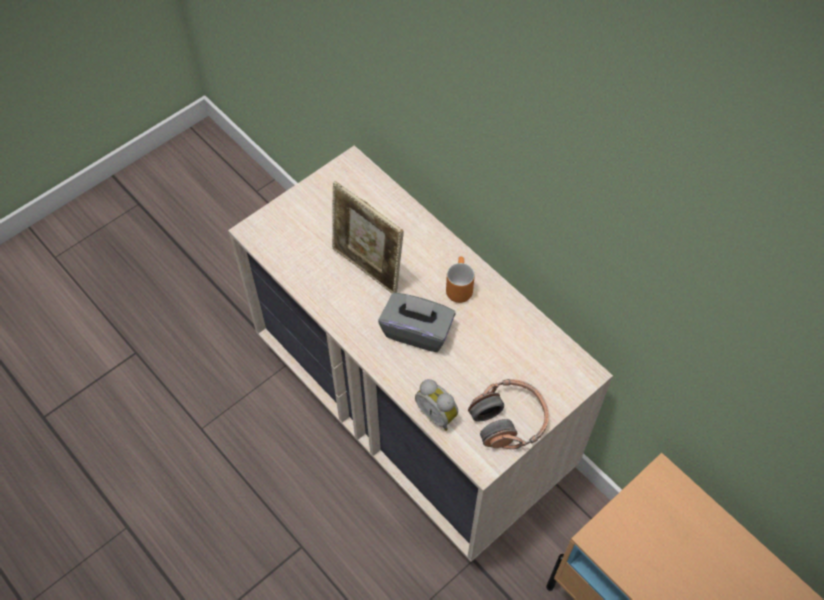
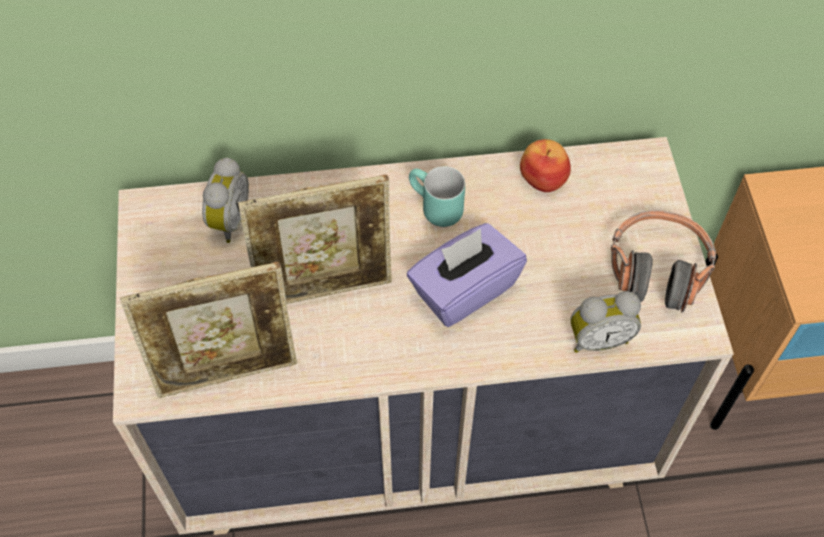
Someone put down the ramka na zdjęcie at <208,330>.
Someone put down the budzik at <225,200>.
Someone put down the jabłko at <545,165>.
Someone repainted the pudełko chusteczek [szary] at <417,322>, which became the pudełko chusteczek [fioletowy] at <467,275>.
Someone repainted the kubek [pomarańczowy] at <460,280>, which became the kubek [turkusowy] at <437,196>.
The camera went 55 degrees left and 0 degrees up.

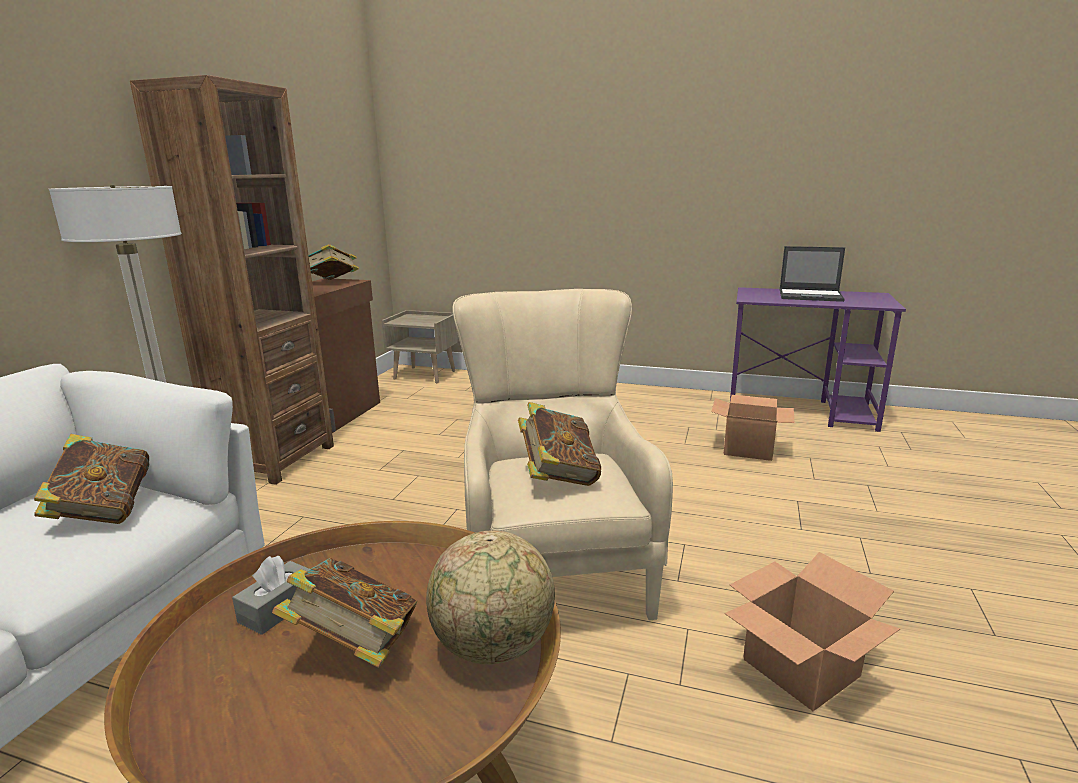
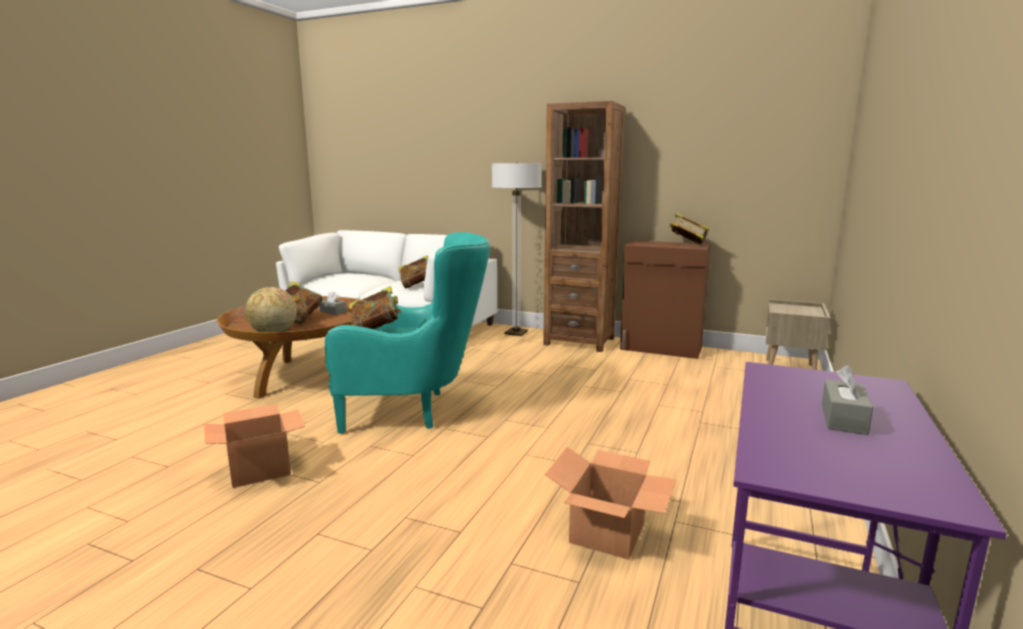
Someone swapped the laptop at <812,274> for the pudełko chusteczek [szary] at <847,400>.
Someone repainted the fotel [beżowy] at <563,454>, which became the fotel [turkusowy] at <407,333>.
The camera went 95 degrees right and 5 degrees down.

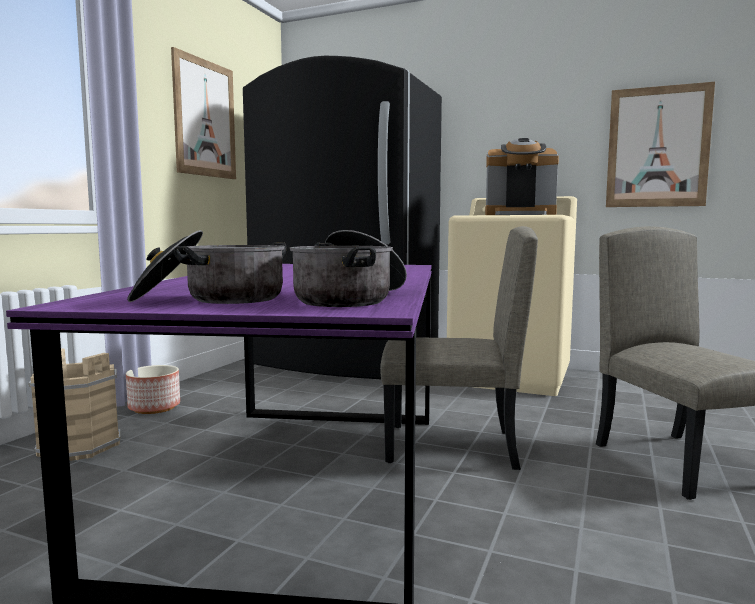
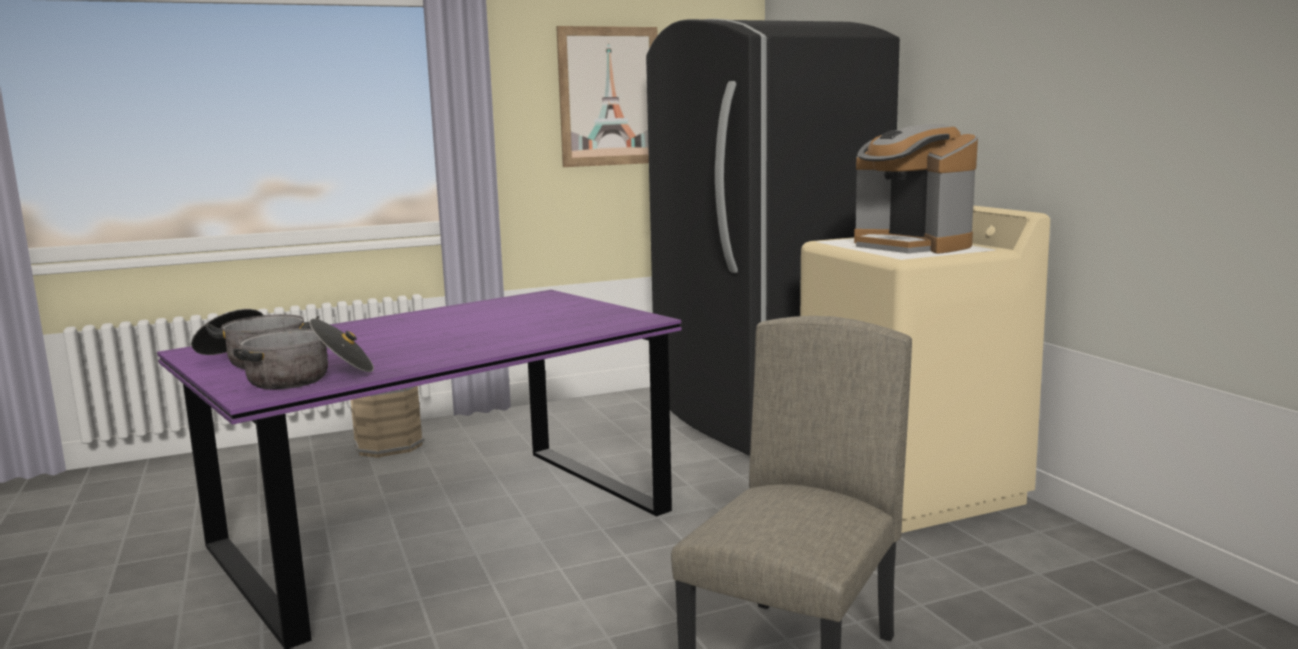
Someone took away the donica at <153,389>.
Someone took away the krzesło [beżowy] at <459,348>.
Someone took away the obraz at <660,144>.
The camera went 45 degrees right and 5 degrees up.

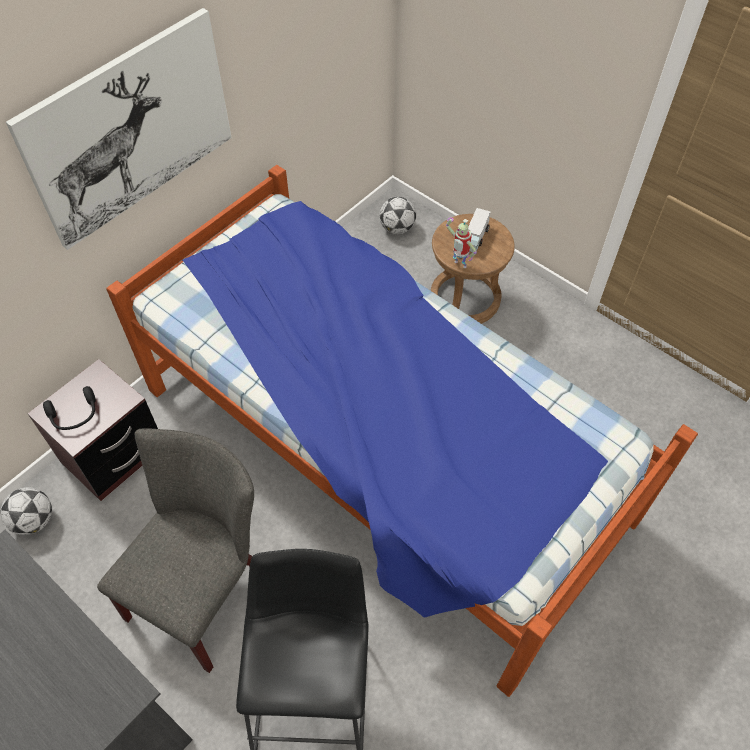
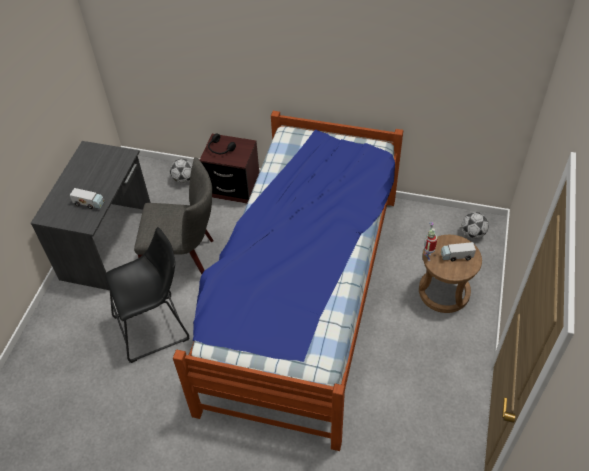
Someone took away the obraz at <119,129>.
Someone put down the ciężarówka zabawkowa at <87,198>.
The camera went 65 degrees right and 5 degrees down.

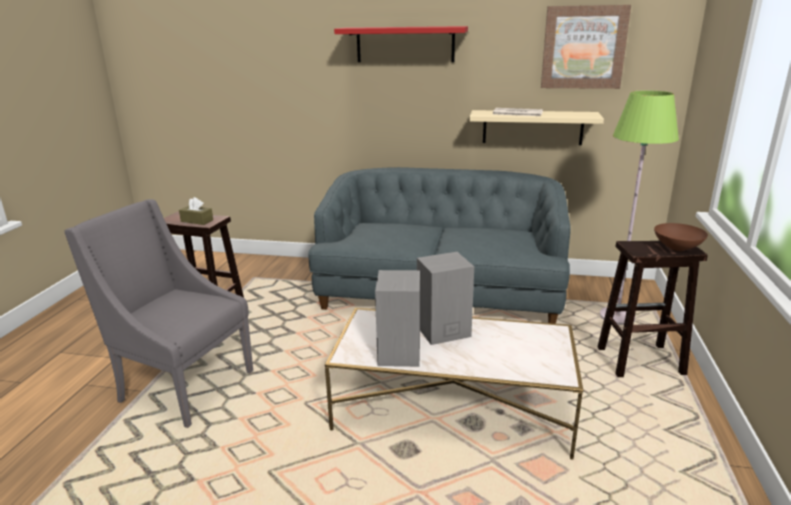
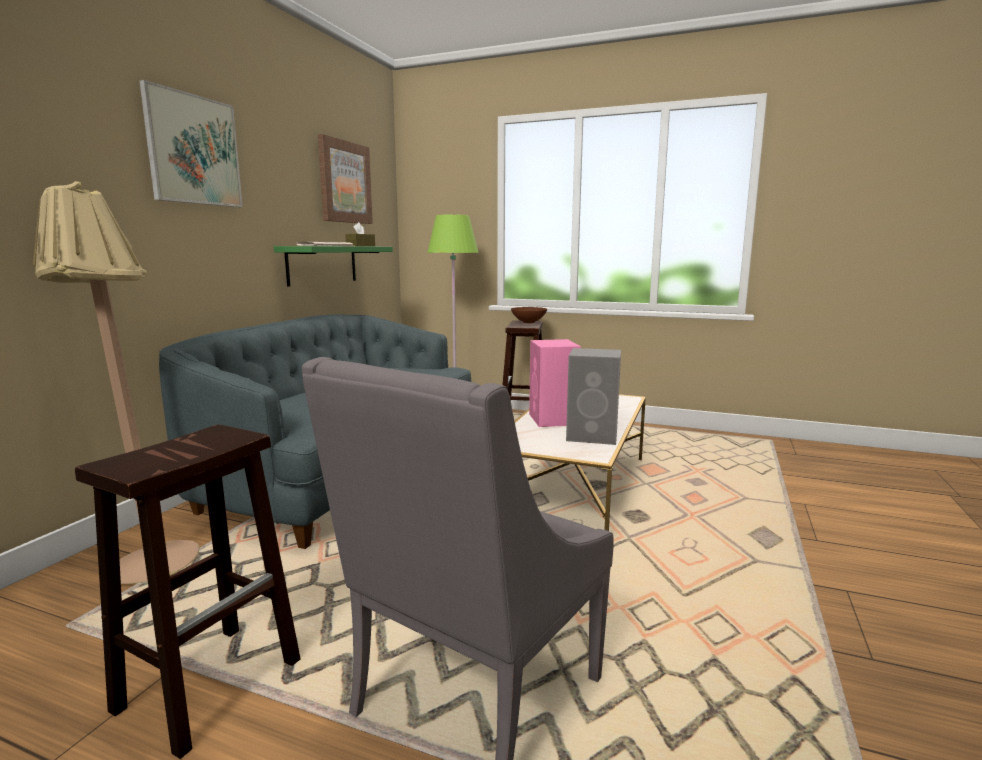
Someone put down the lampa stojąca [beżowy] at <116,382>.
Someone carried the pudełko chusteczek [brązowy] from <196,211> to <360,234>.
Someone swapped the półka [czerwony] at <401,44> for the obraz at <191,143>.
Someone repainted the głośnik [szary] at <445,298>, which became the głośnik [różowy] at <555,383>.
Someone repainted the półka [beżowy] at <536,127>, which became the półka [zielony] at <333,266>.
The camera went 80 degrees left and 10 degrees down.

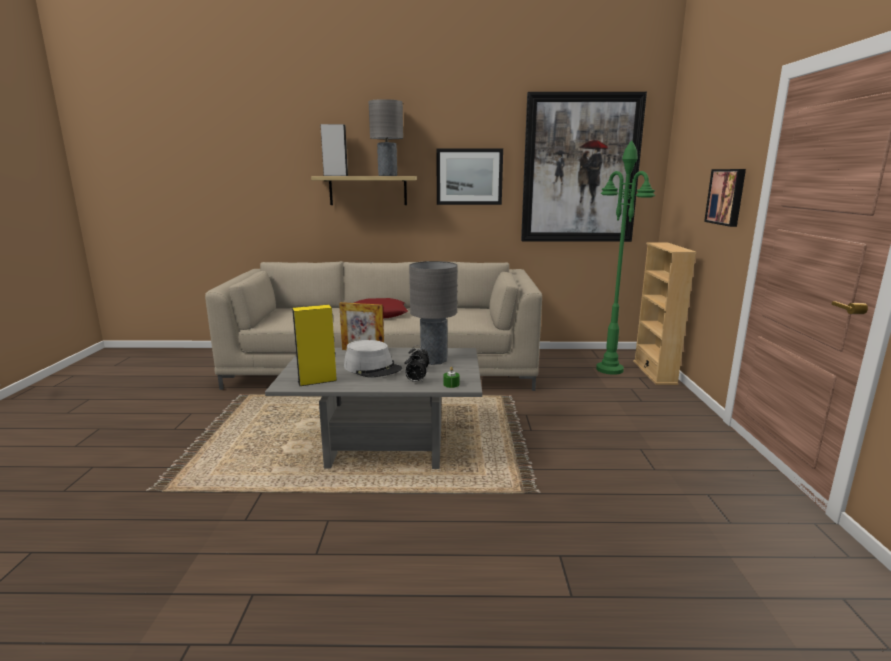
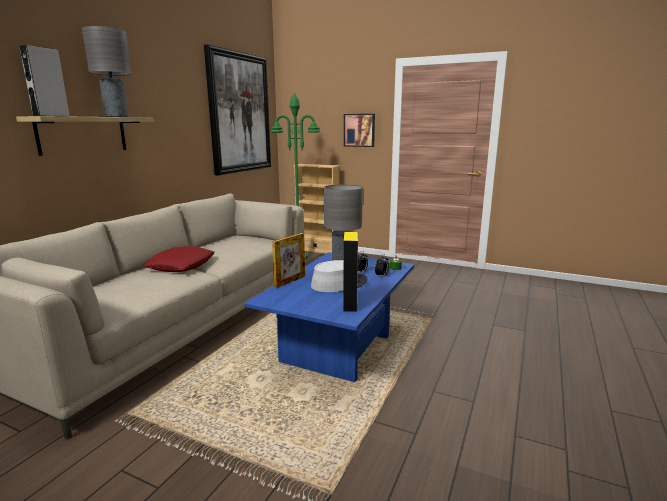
Someone took away the obraz at <469,177>.
Someone repainted the ława [szary] at <373,408>, which became the ława [niebieski] at <329,317>.
The camera went 65 degrees left and 0 degrees up.

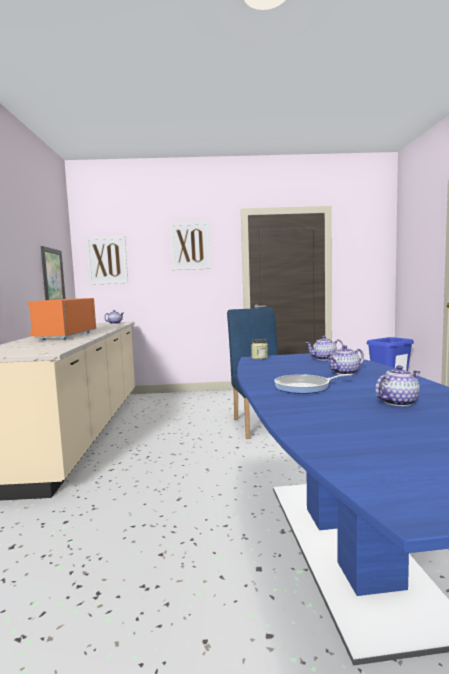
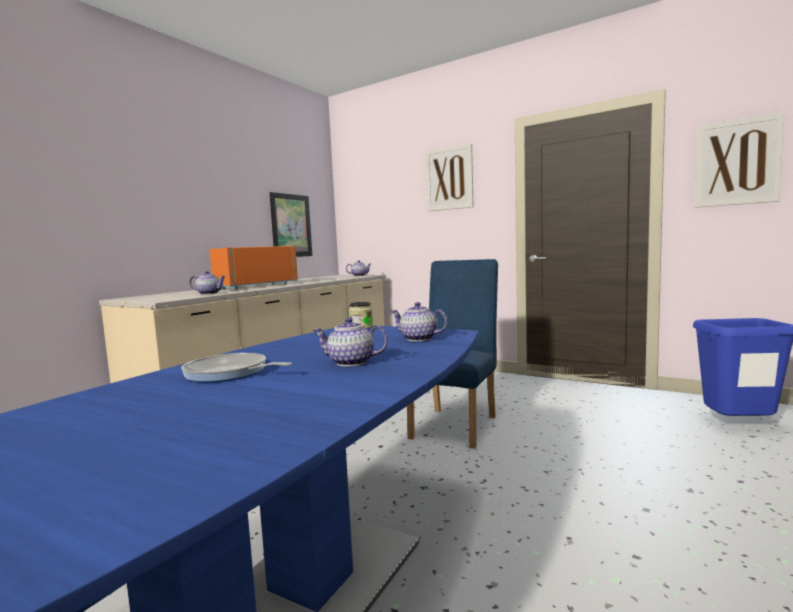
Someone carried the obraz from <106,260> to <740,160>.
Someone carried the imbryk from <398,385> to <207,283>.
The camera went 35 degrees right and 0 degrees up.

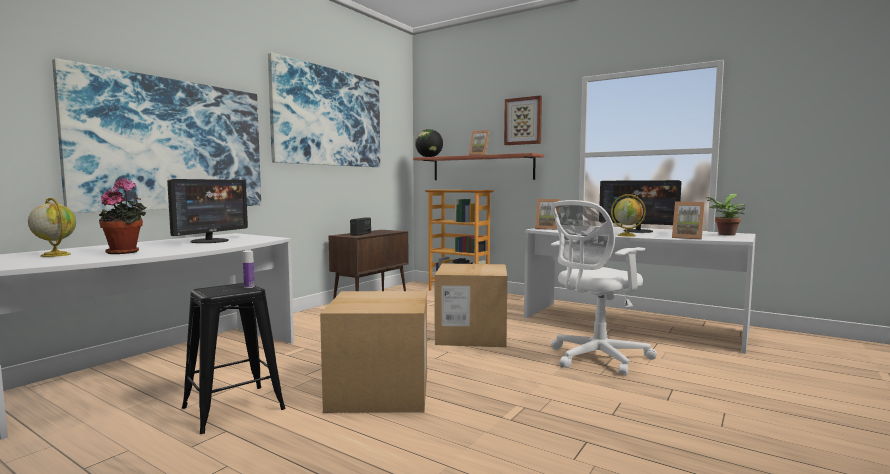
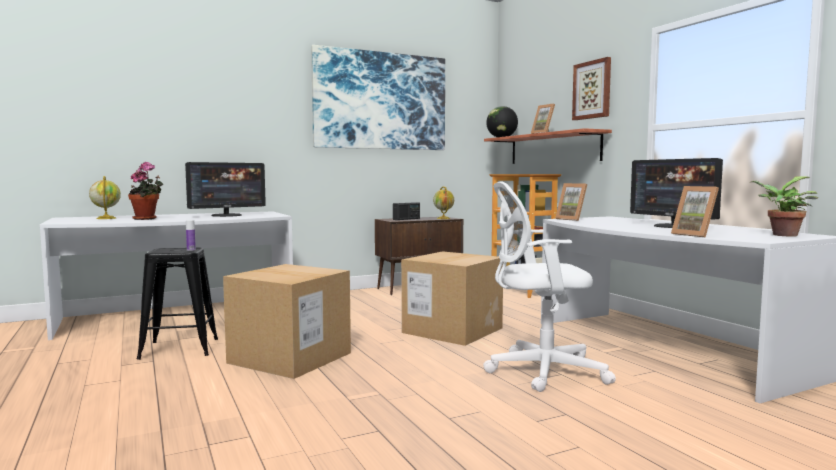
Someone took away the obraz at <156,135>.
Someone carried the globus from <628,215> to <443,202>.
The camera went 30 degrees right and 0 degrees up.

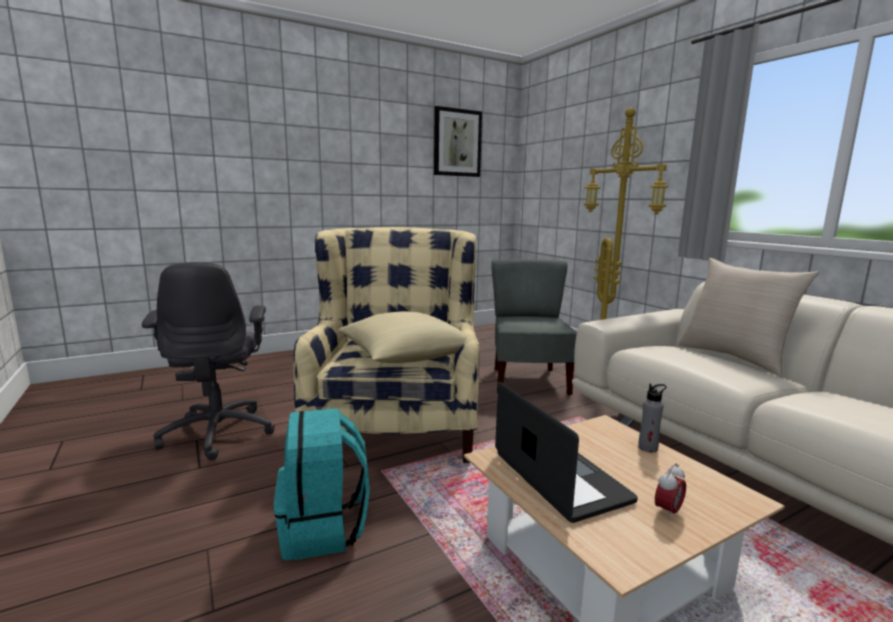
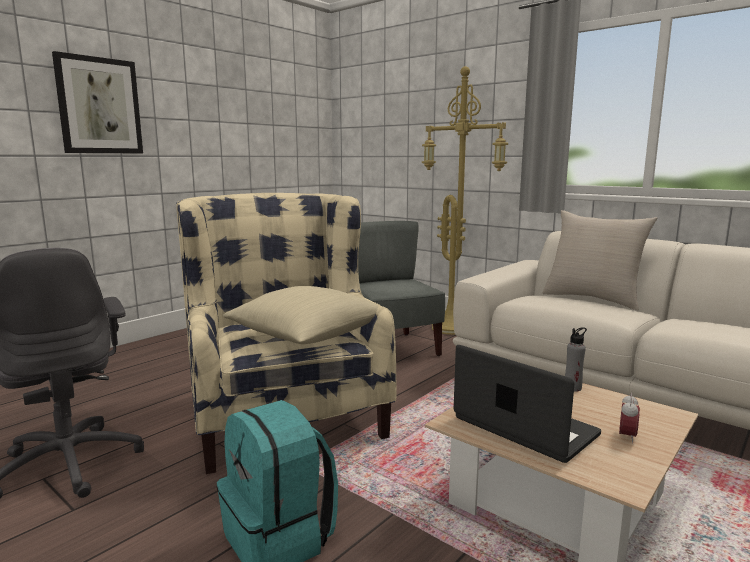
Someone carried the obraz from <458,141> to <97,102>.
The camera went 20 degrees left and 0 degrees up.

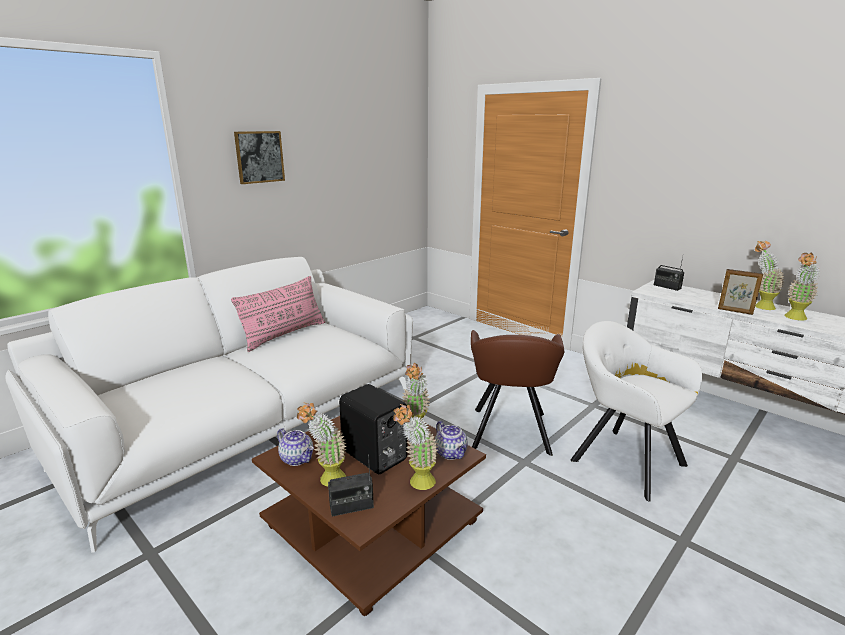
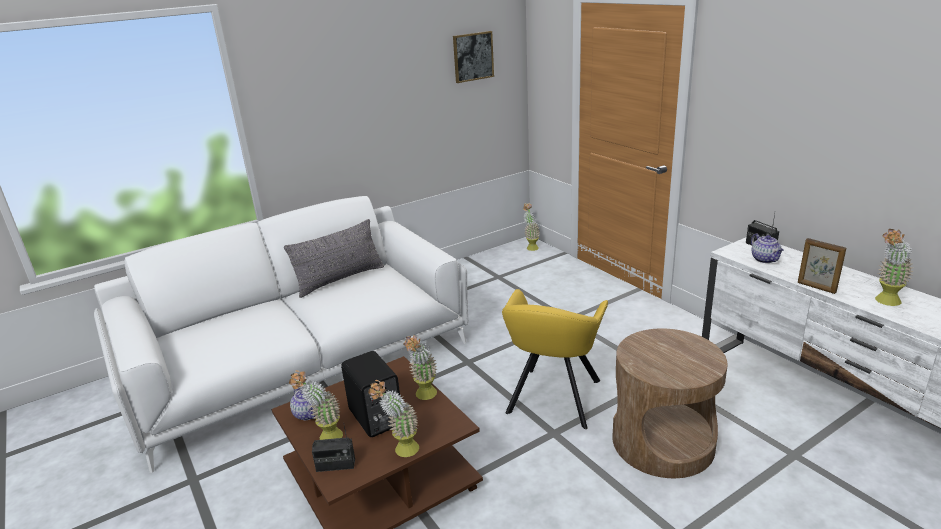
Someone carried the obraz from <259,157> to <473,57>.
Someone carried the imbryk from <451,440> to <767,248>.
Someone carried the roślina doniczkowa from <770,275> to <531,227>.
Someone swapped the fotel [biały] at <637,411> for the stolik [brązowy] at <670,403>.
Someone repainted the poduszka [różowy] at <278,314>, which became the poduszka [szary] at <334,258>.
Someone repainted the fotel [brązowy] at <517,393>, which became the fotel [żółty] at <555,359>.
The camera went 15 degrees right and 5 degrees up.

